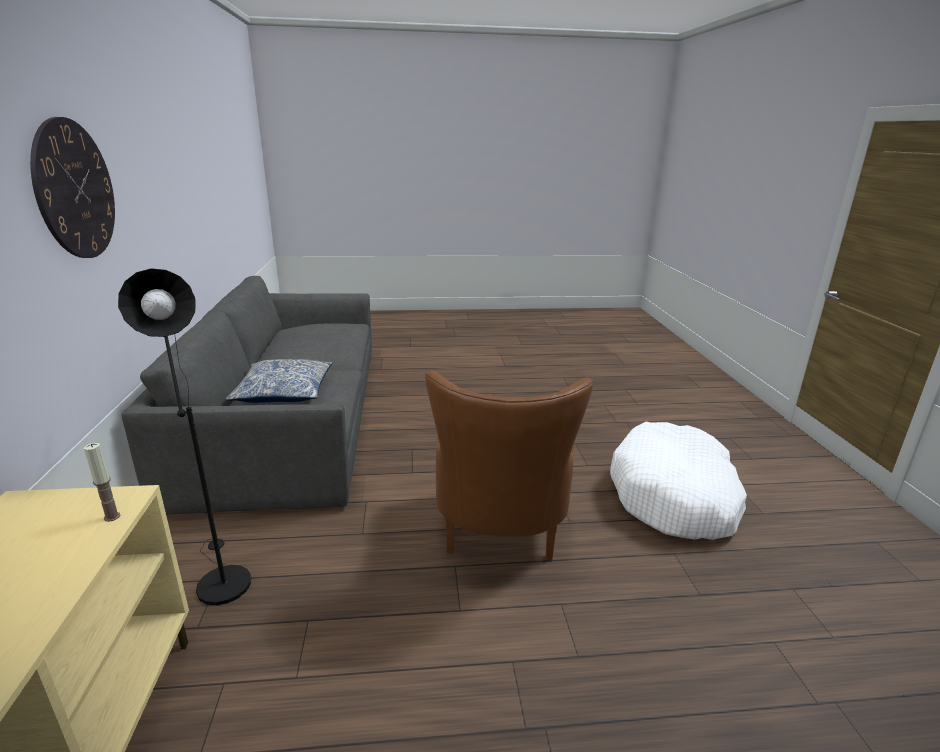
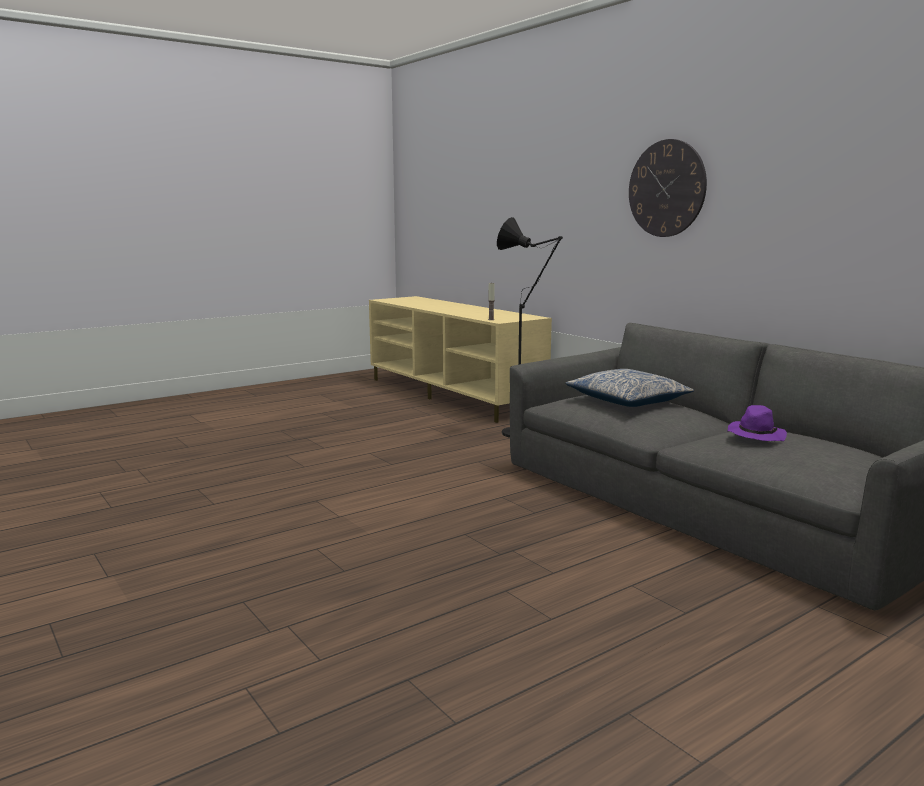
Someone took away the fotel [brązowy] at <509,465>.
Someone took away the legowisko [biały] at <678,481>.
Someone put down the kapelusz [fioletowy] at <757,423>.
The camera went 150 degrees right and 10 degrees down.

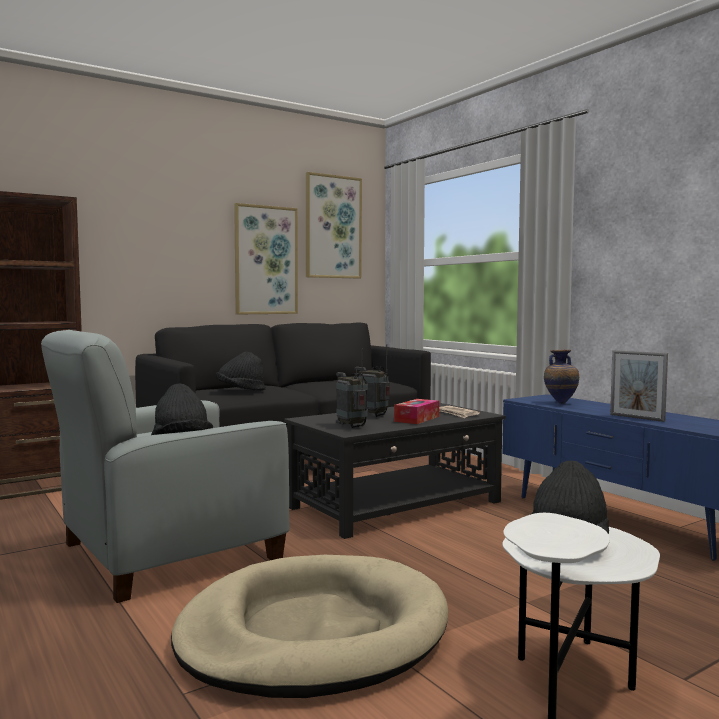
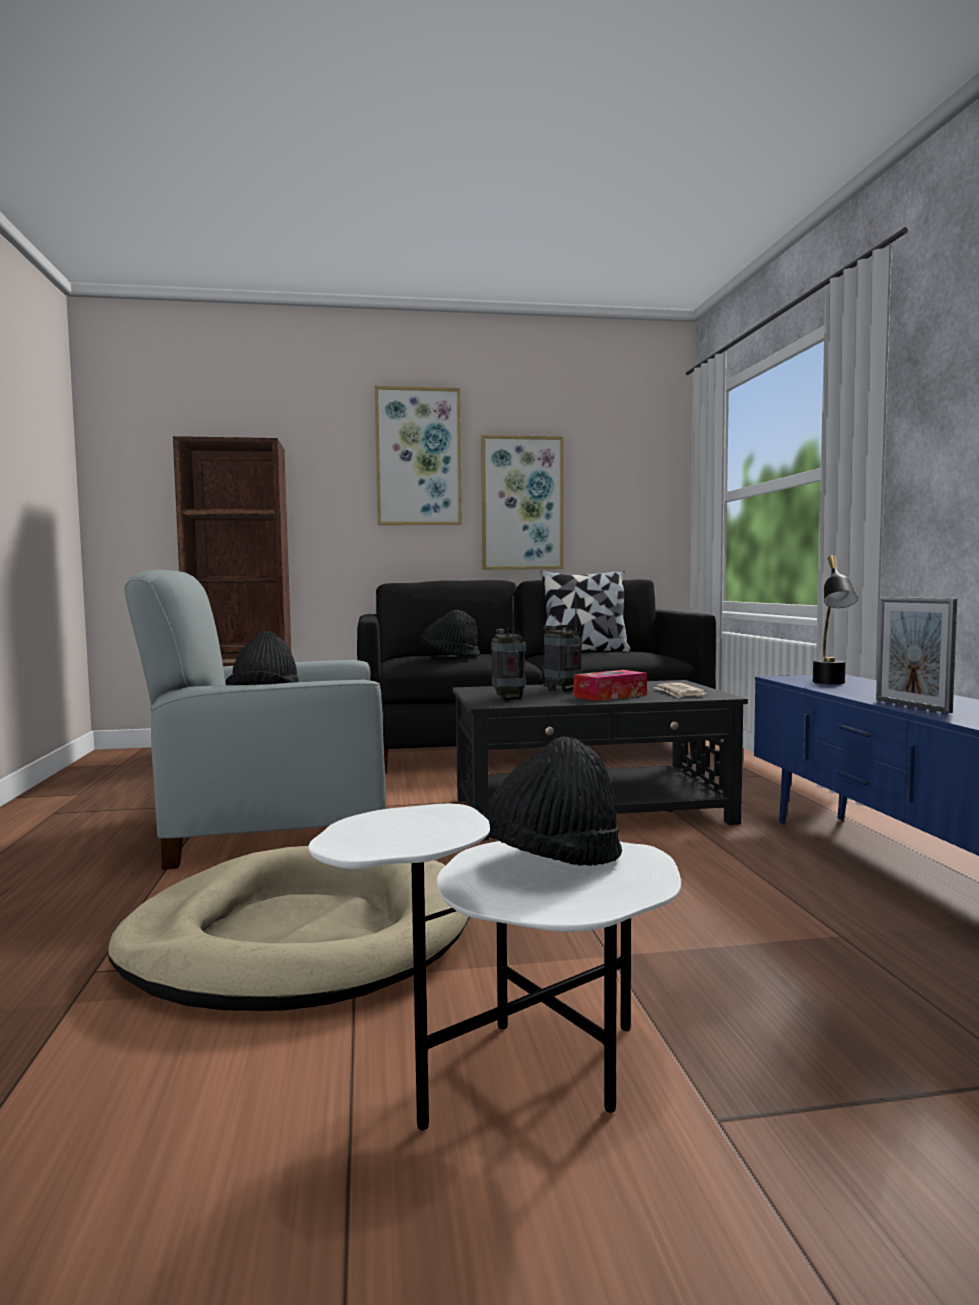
Someone put down the poduszka at <586,611>.
Someone carried the obraz from <334,225> to <418,455>.
Someone swapped the wazon at <561,376> for the lampa stołowa [czarny] at <835,619>.
The camera went 25 degrees right and 0 degrees up.

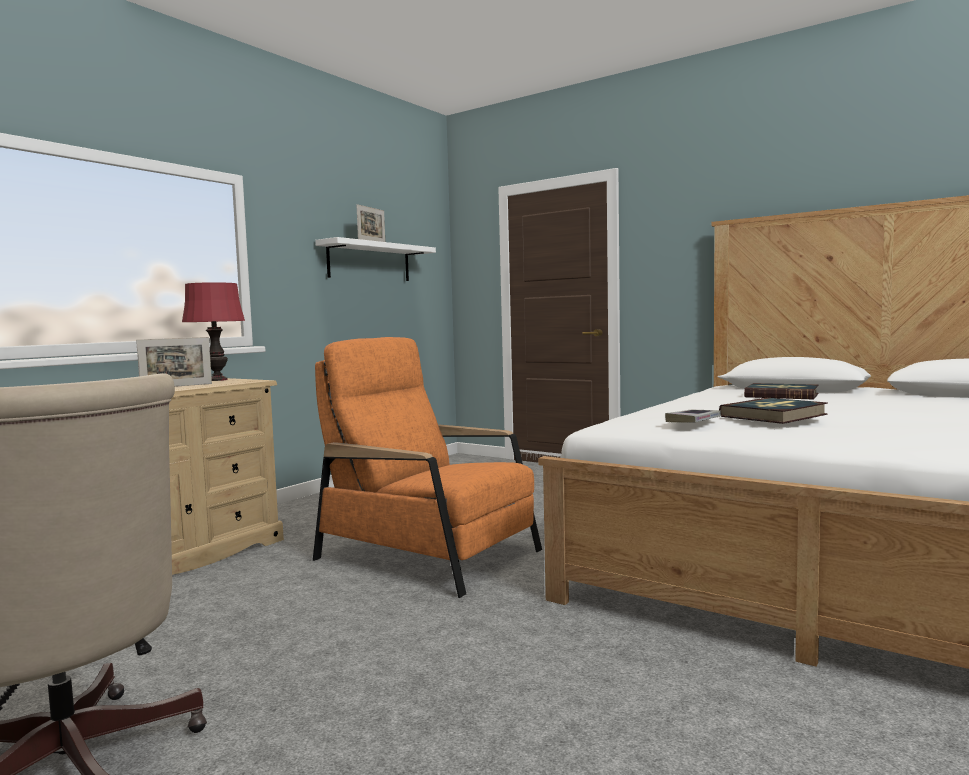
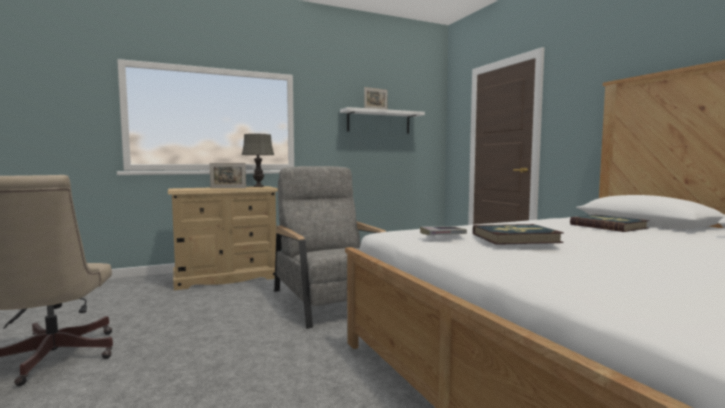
Someone repainted the lampa stołowa [czerwony] at <213,331>, which became the lampa stołowa [szary] at <258,160>.
Someone repainted the fotel [pomarańczowy] at <427,467>, which became the fotel [szary] at <330,247>.
The camera went 30 degrees right and 0 degrees up.

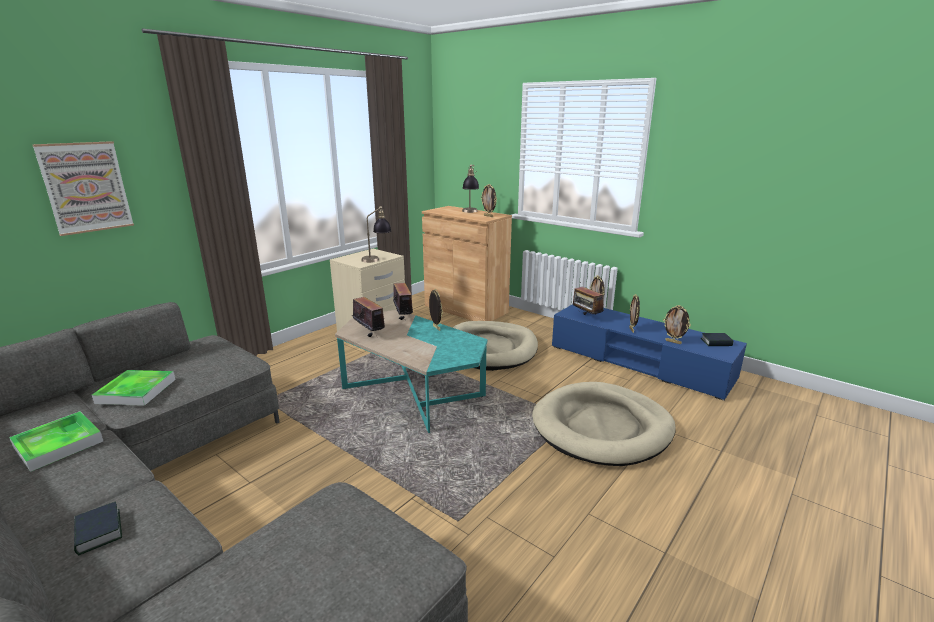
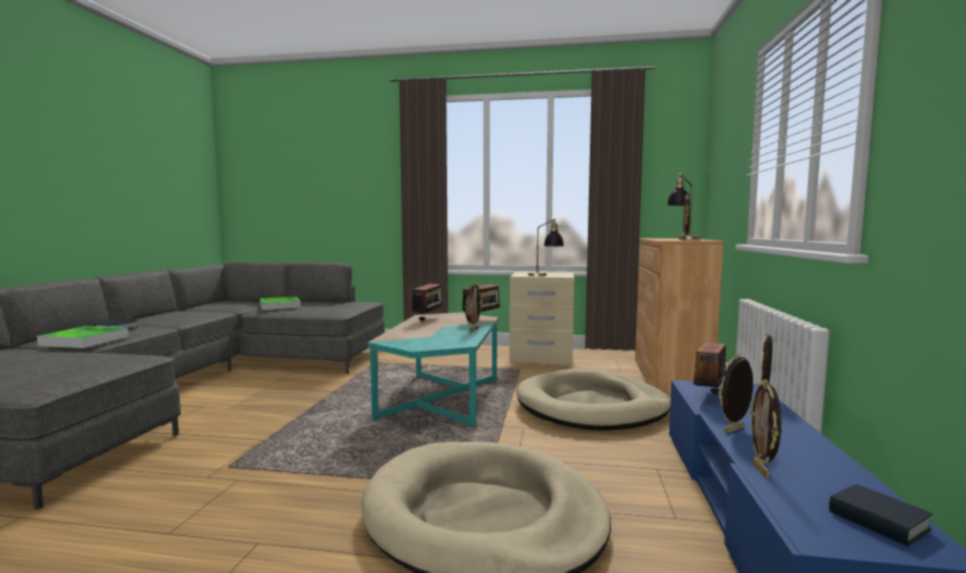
Someone took away the obraz at <83,188>.
Someone carried the taca from <56,441> to <82,337>.
The camera went 60 degrees right and 15 degrees down.

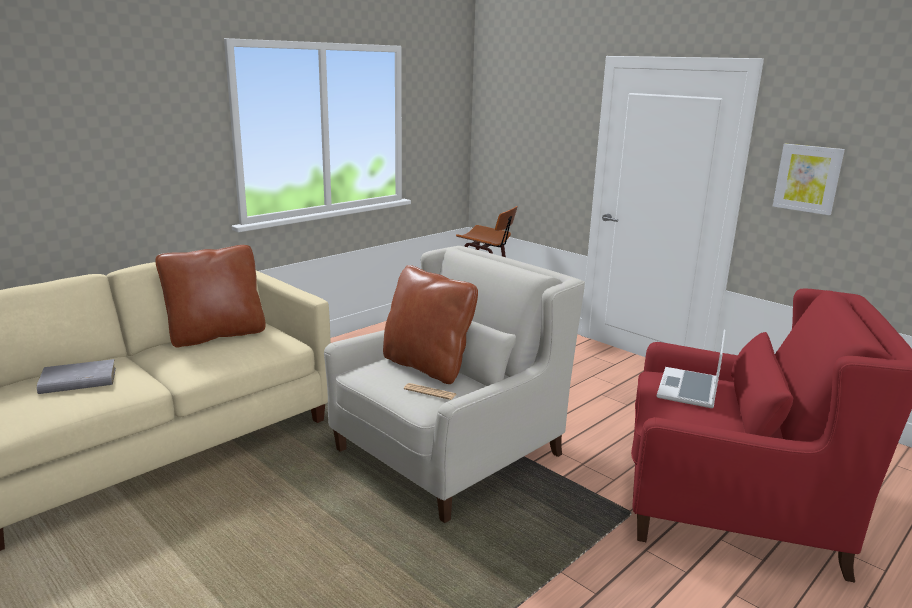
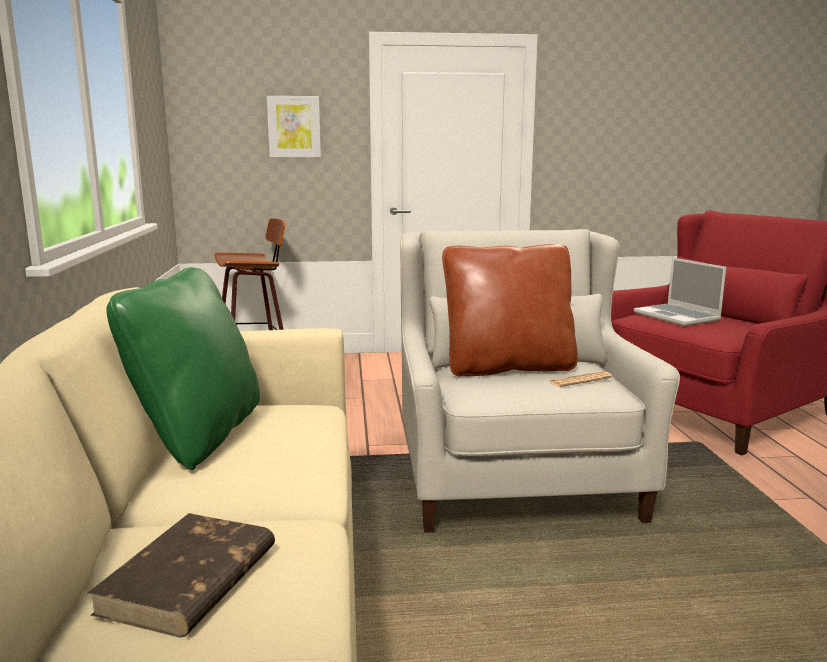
Someone carried the obraz from <809,179> to <294,126>.
Someone repainted the książka [szary] at <76,376>, which became the książka [brązowy] at <181,575>.
Someone repainted the poduszka [brązowy] at <210,296>, which became the poduszka [zielony] at <183,368>.
The camera went 50 degrees left and 5 degrees down.

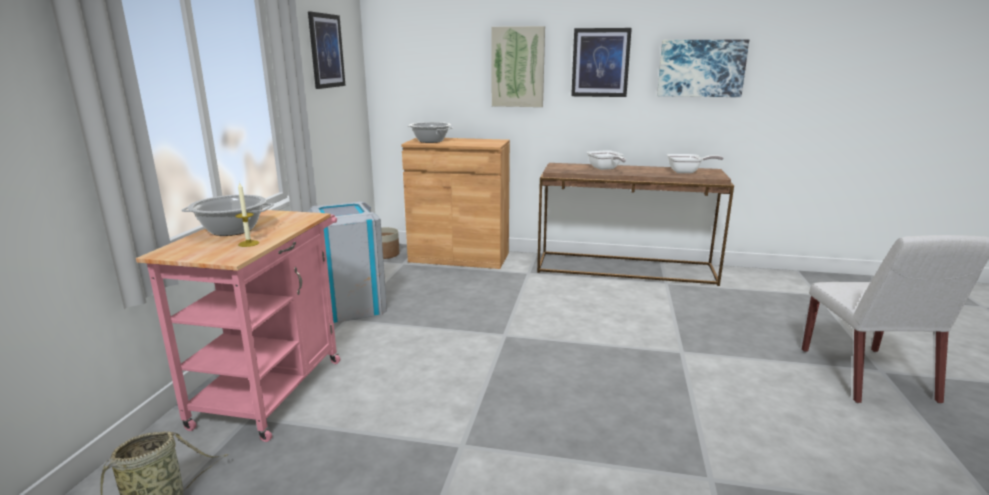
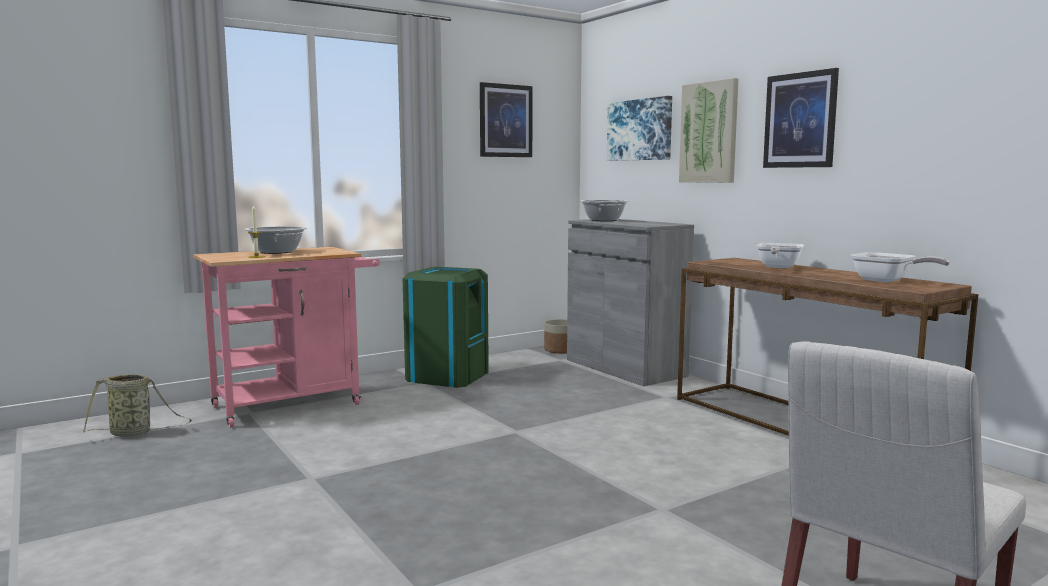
Someone carried the obraz from <703,68> to <639,128>.
Someone repainted the kosz na śmieci [szary] at <347,262>, which became the kosz na śmieci [zielony] at <445,327>.
Someone repainted the szafka [brązowy] at <455,203>, which became the szafka [szary] at <630,302>.
The camera went 45 degrees right and 10 degrees down.

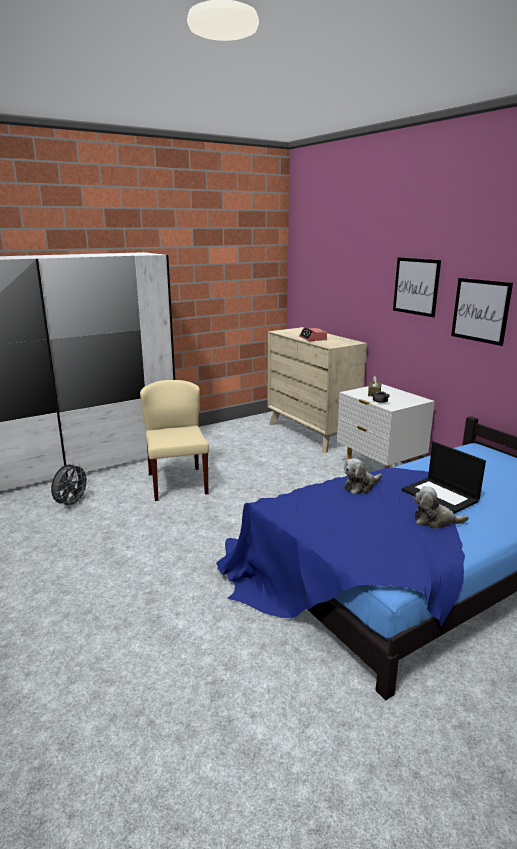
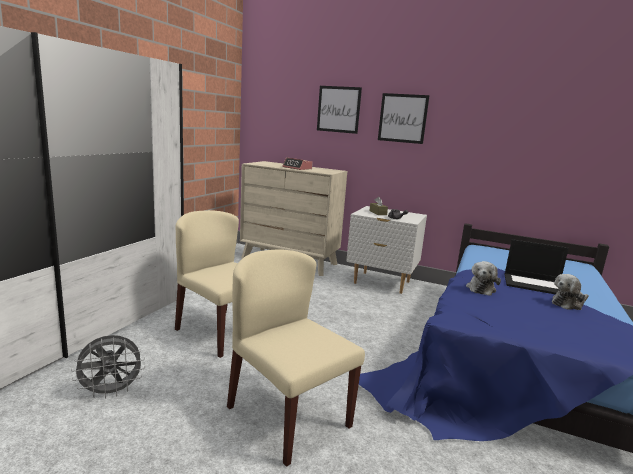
Someone put down the krzesło [beżowy] at <296,358>.
Someone carried the obraz from <482,312> to <339,110>.
Someone rotated the wentylator [szary] at <70,485> by 75 degrees clockwise.
The camera went 35 degrees left and 5 degrees down.

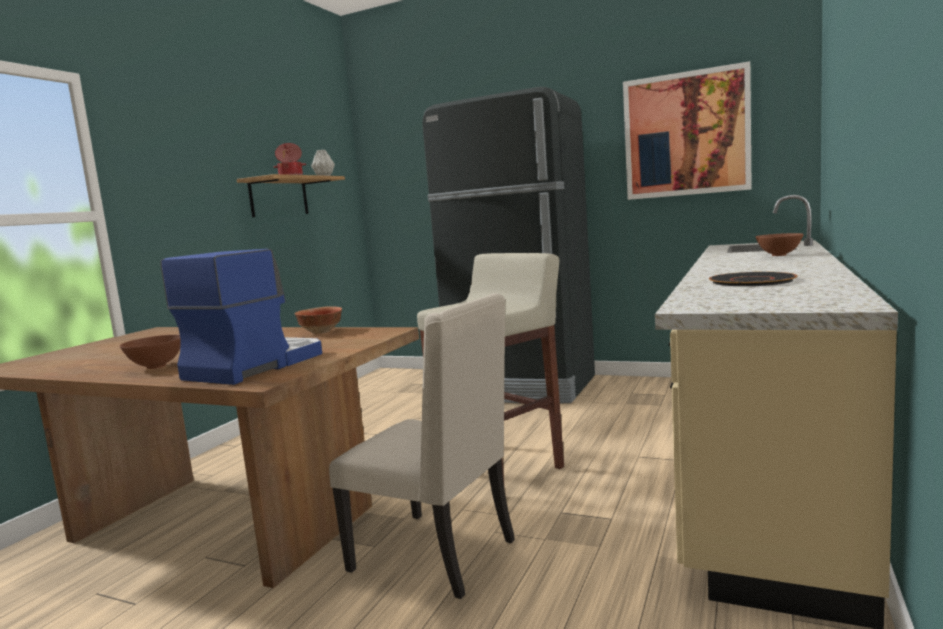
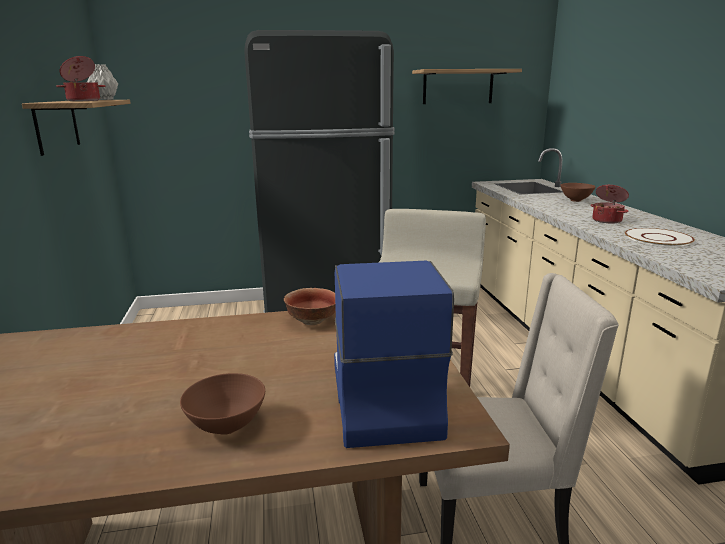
Someone put down the garnek at <609,204>.
Someone swapped the obraz at <687,130> for the półka at <467,86>.
Someone repainted the talerz [czarny] at <753,279>, which became the talerz [biały] at <660,237>.
The camera went 35 degrees left and 10 degrees up.

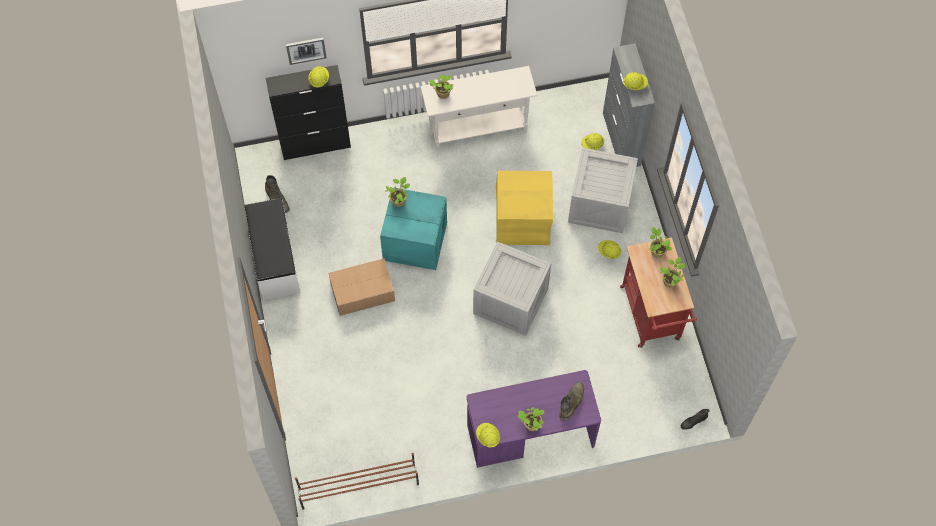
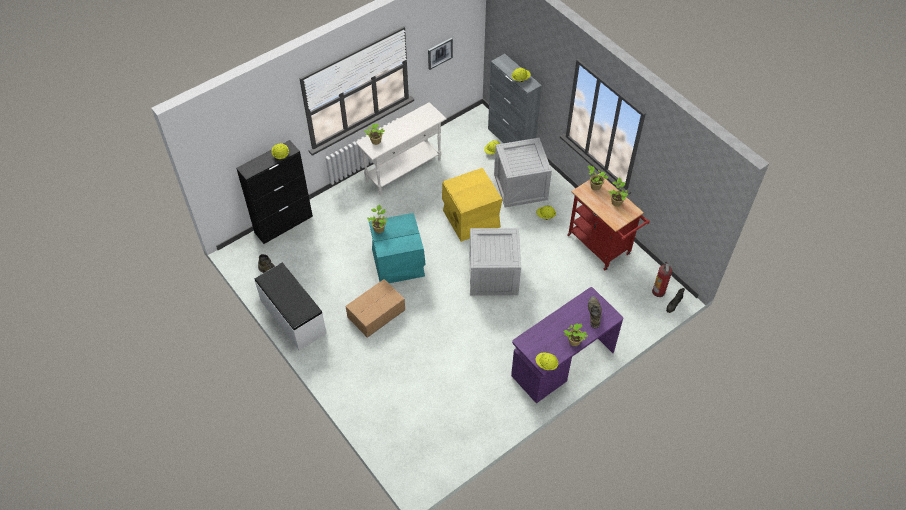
Someone took away the regał na buty [brązowy] at <357,481>.
Someone put down the gaśnica at <662,279>.
Someone carried the obraz from <306,51> to <440,54>.
The camera went 25 degrees left and 10 degrees down.

